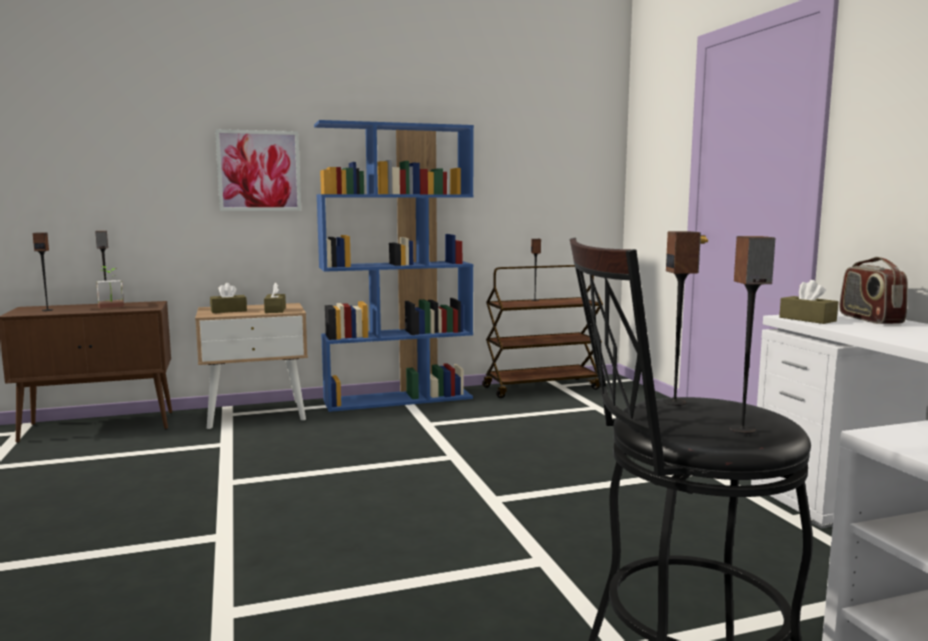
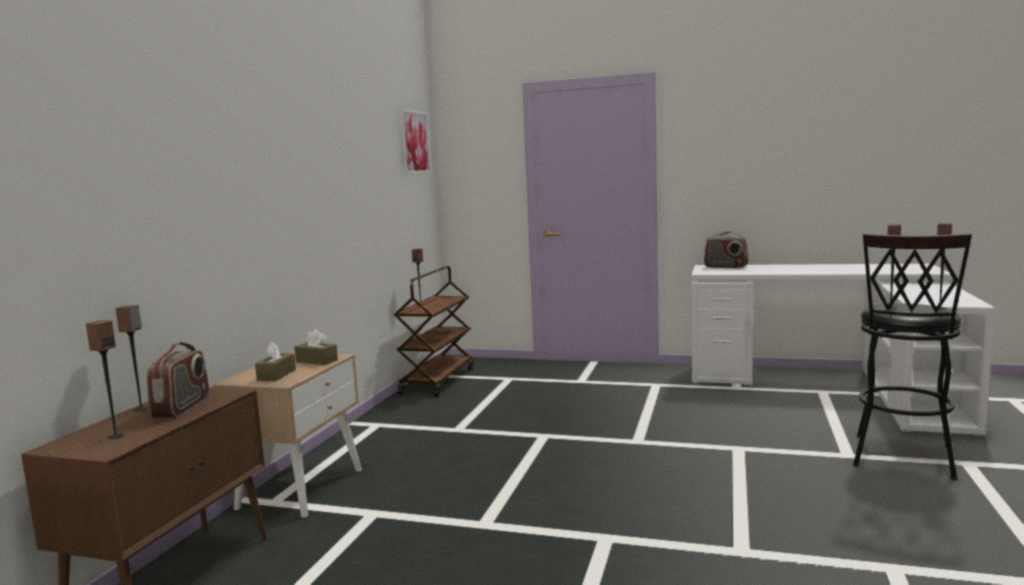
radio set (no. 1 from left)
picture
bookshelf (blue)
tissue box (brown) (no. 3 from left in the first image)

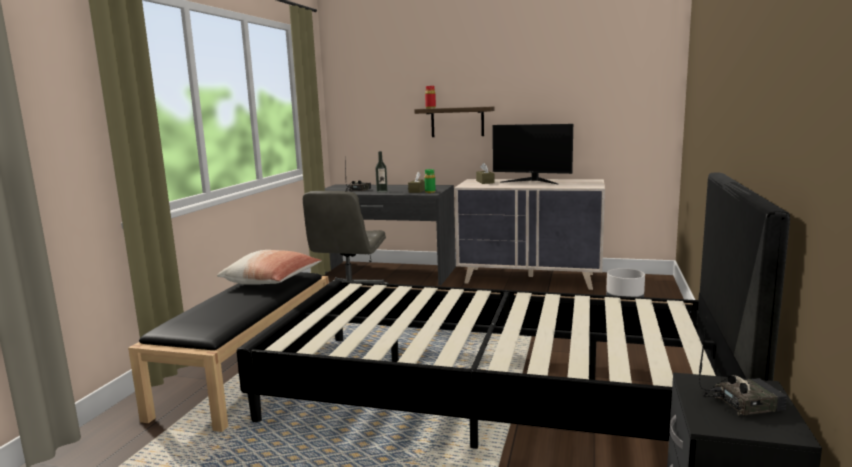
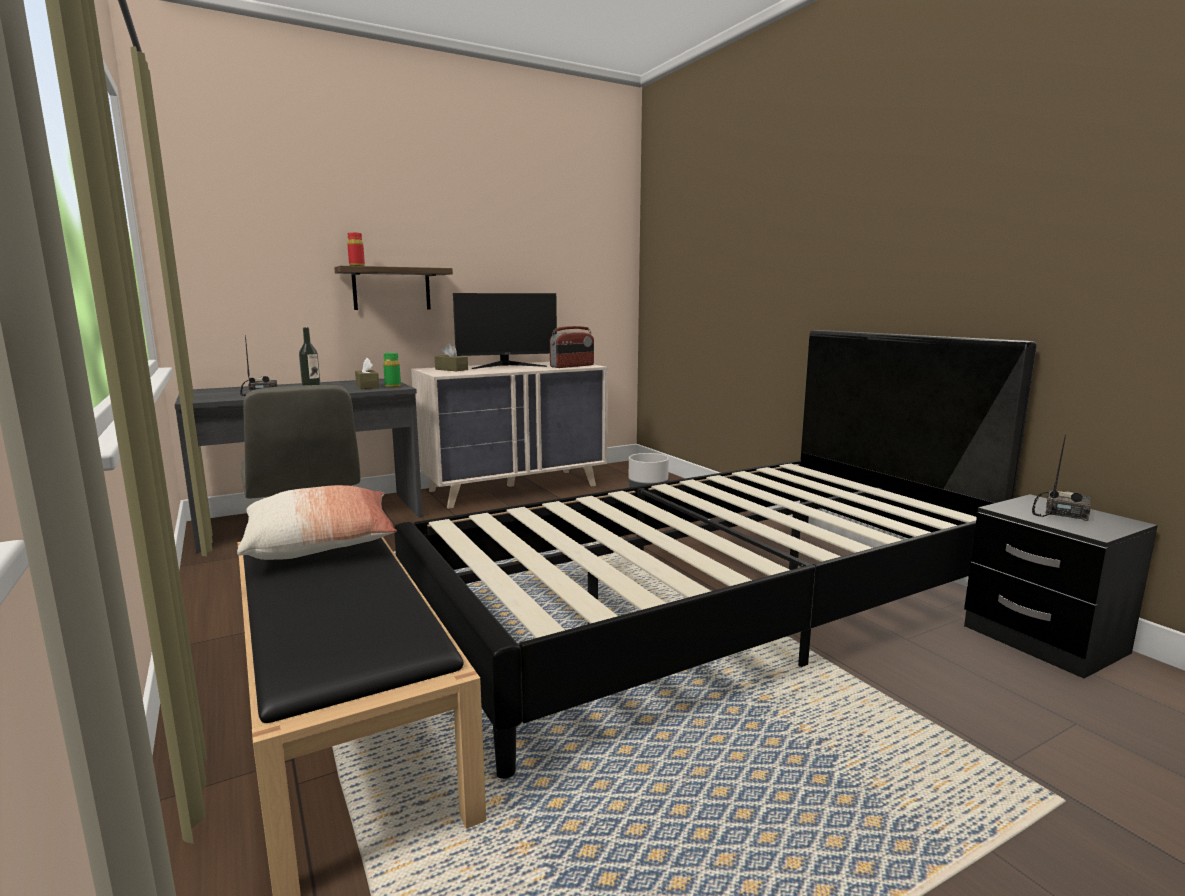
radio set (no. 2 from left)

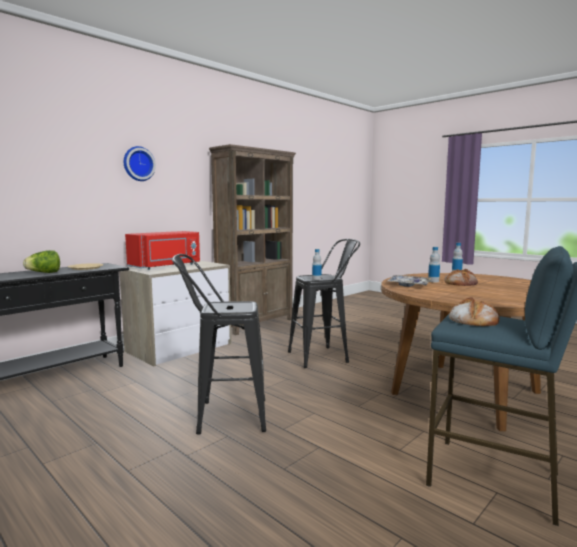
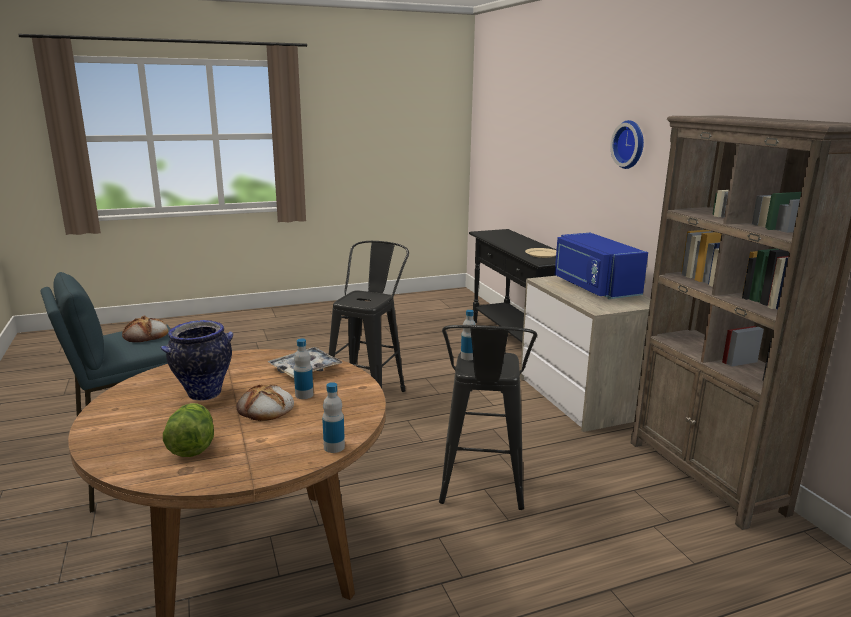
flower vase
head of lettuce
kitchen microwave (blue)

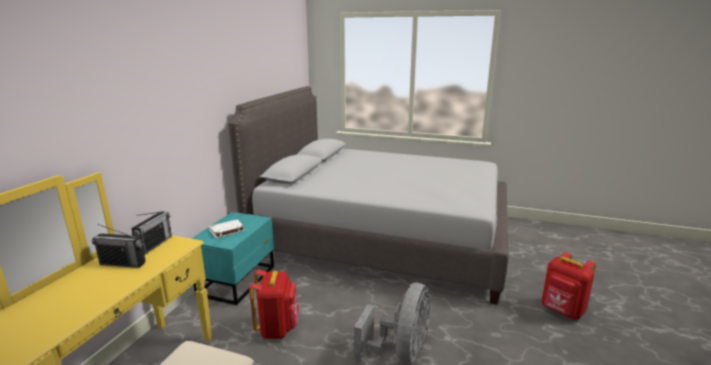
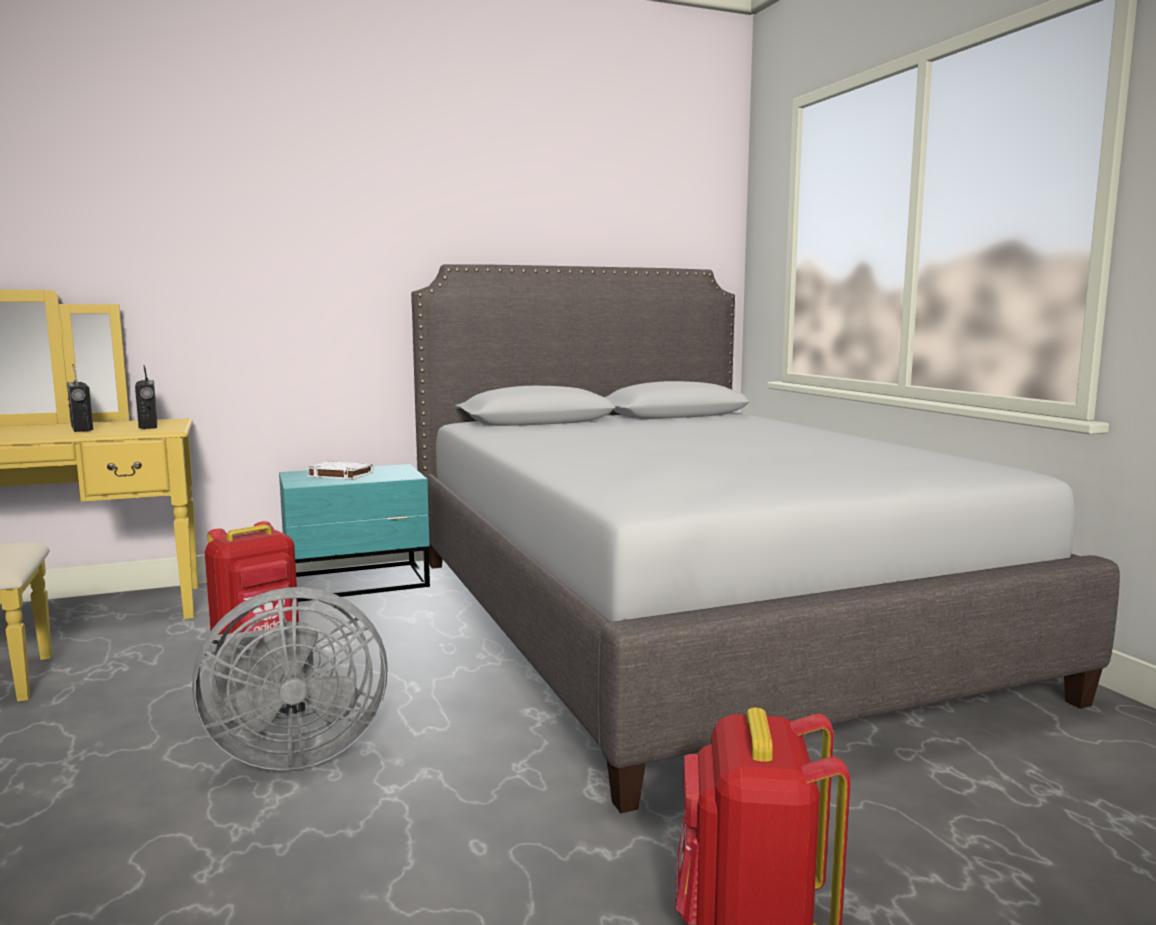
radio set (no. 2 from left)

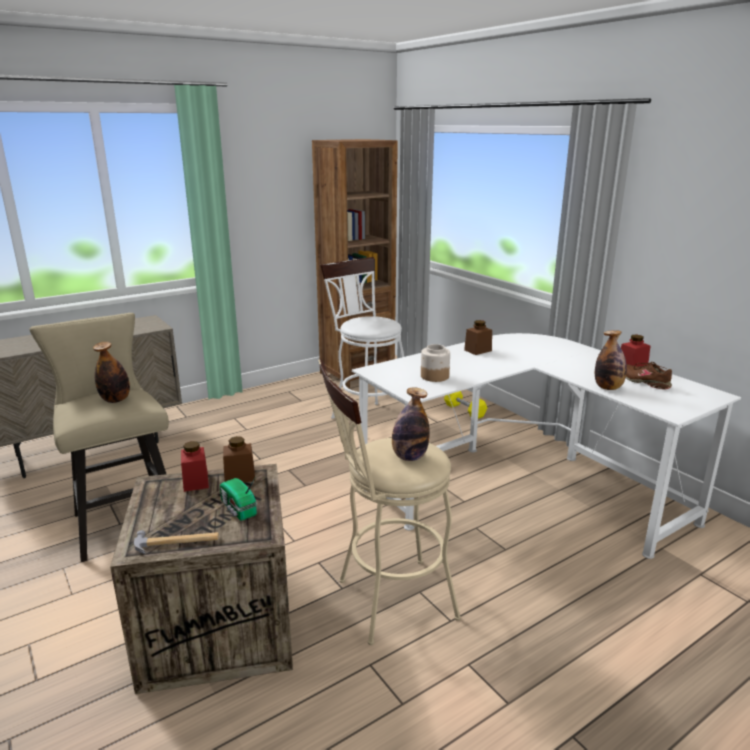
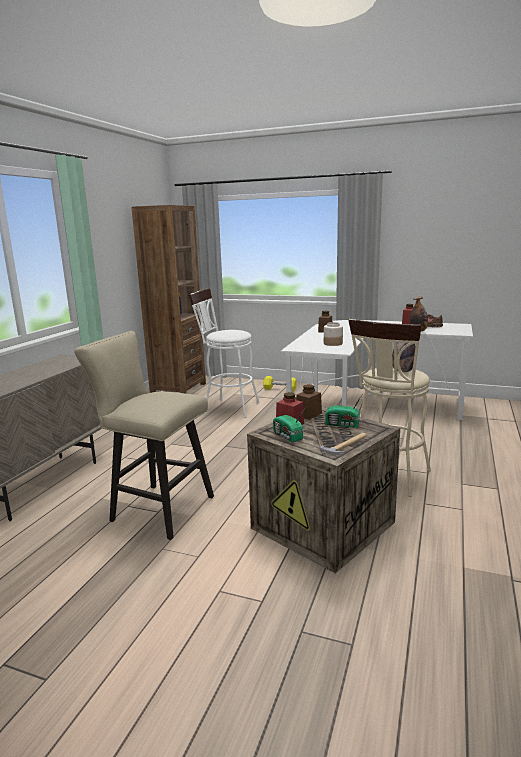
radio set (no. 1 from left)
beverage bottle (no. 1 from left in the first image)

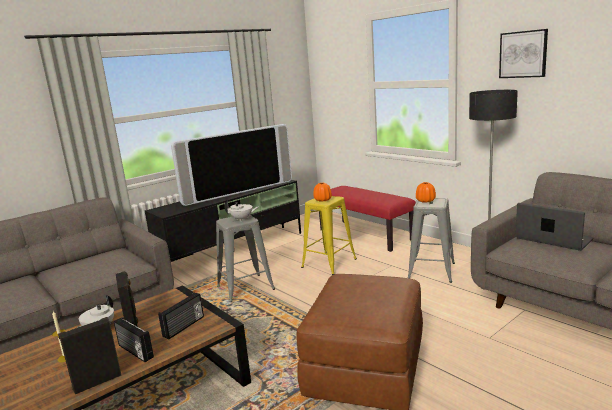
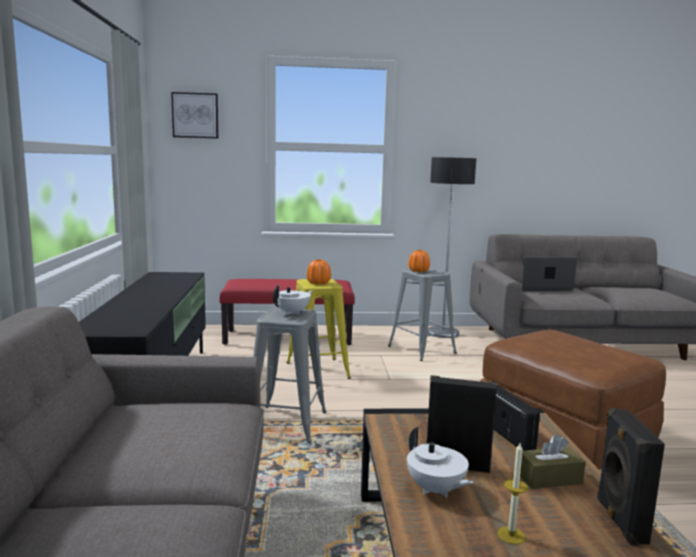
picture
tissue box (brown)
TV

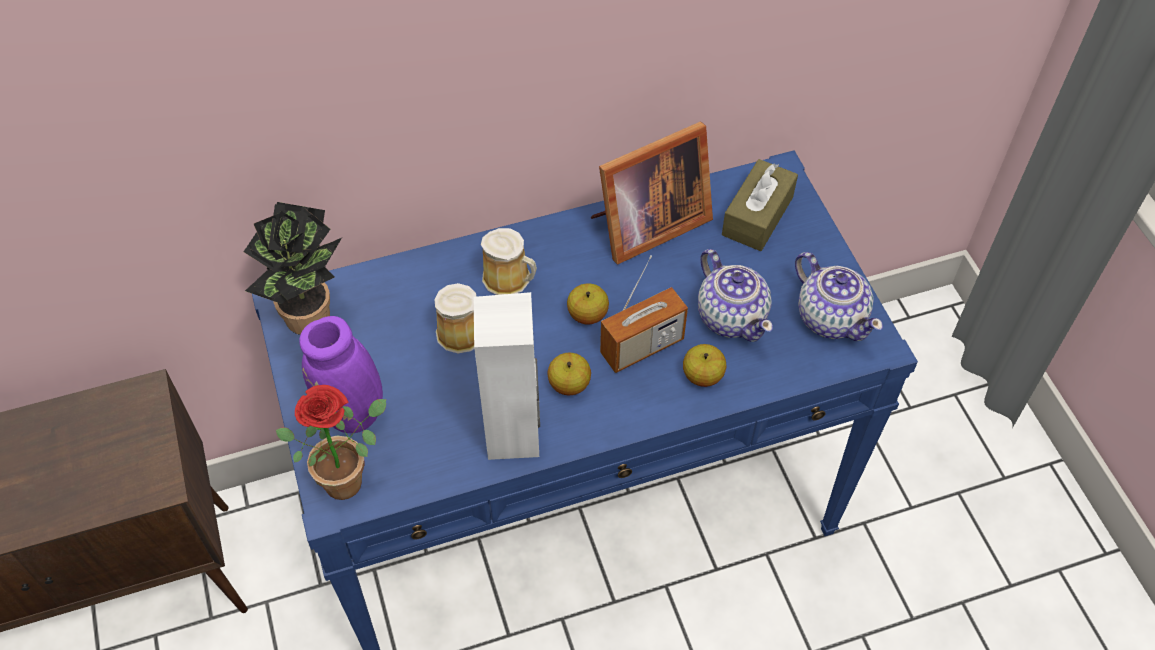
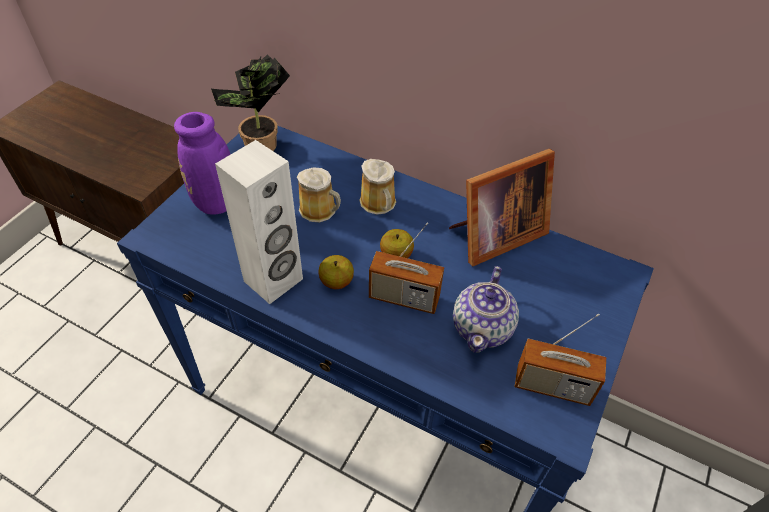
standing frame
radio set (no. 2 from left)
houseplant (no. 2 from left in the first image)
apple fruit (no. 3 from left in the first image)
tissue box (brown)

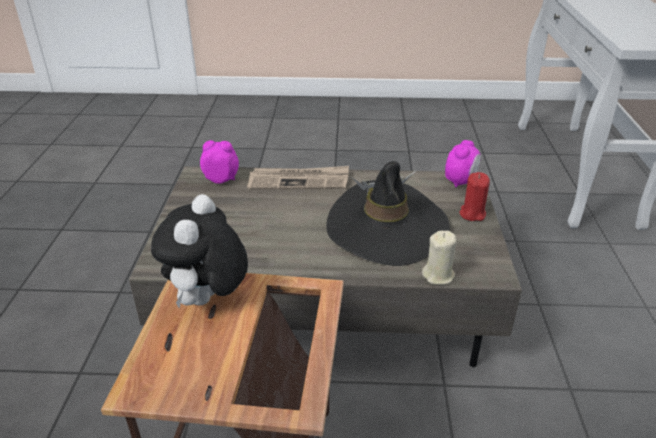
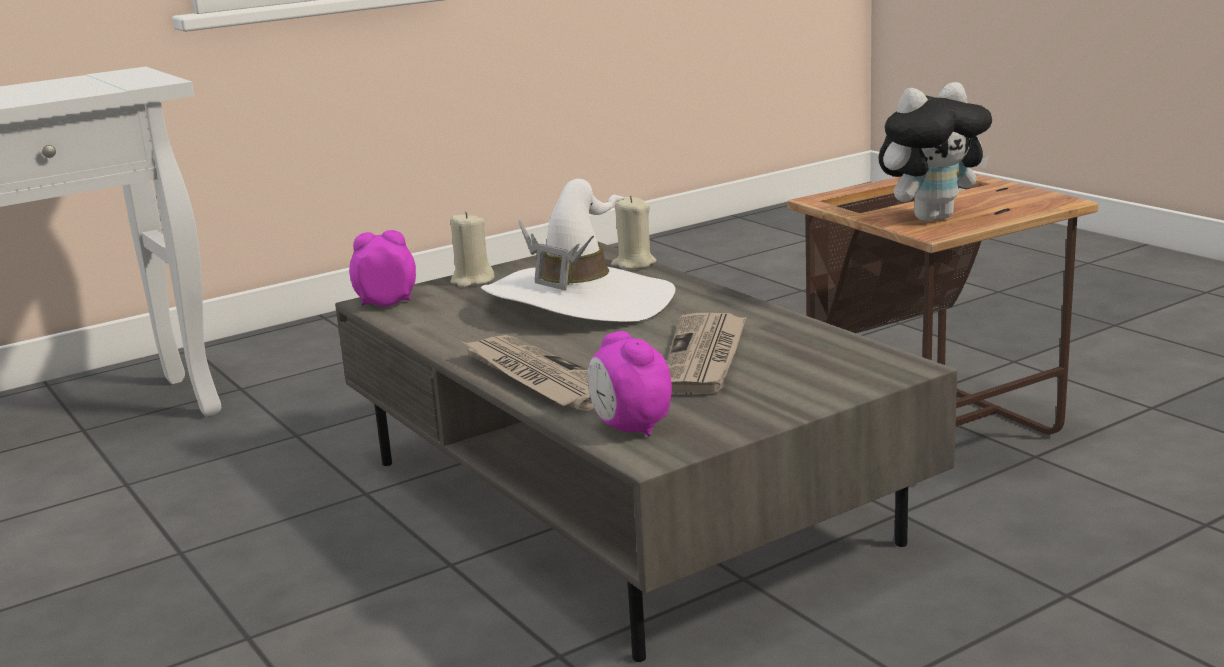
wax candle (beige-coloured) (no. 1 from left)
hat (whitish)
printed paper (no. 2 from left)

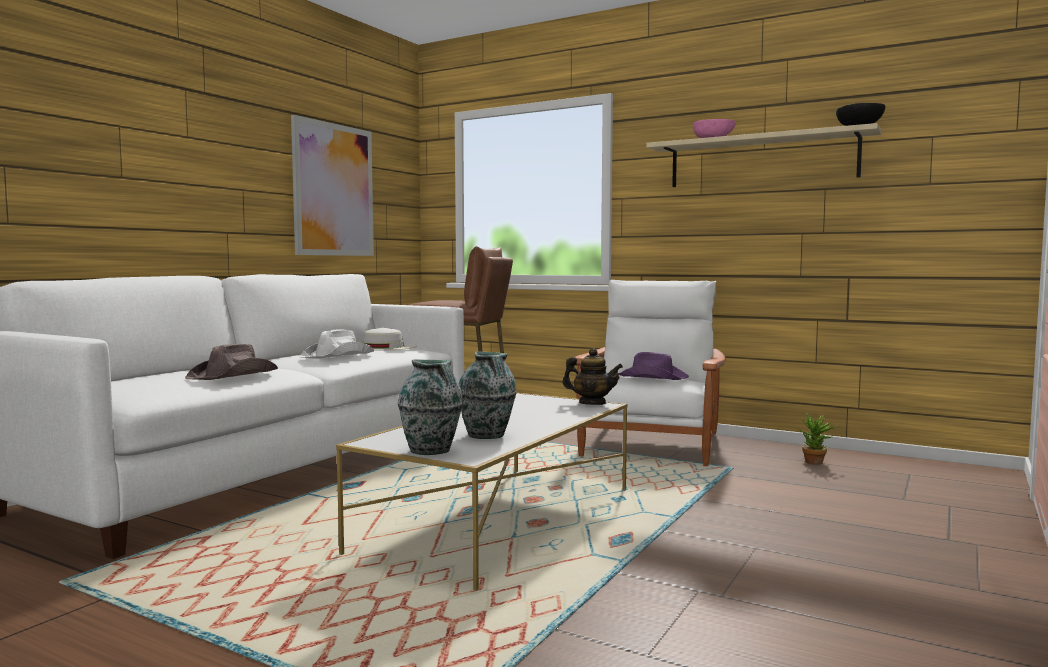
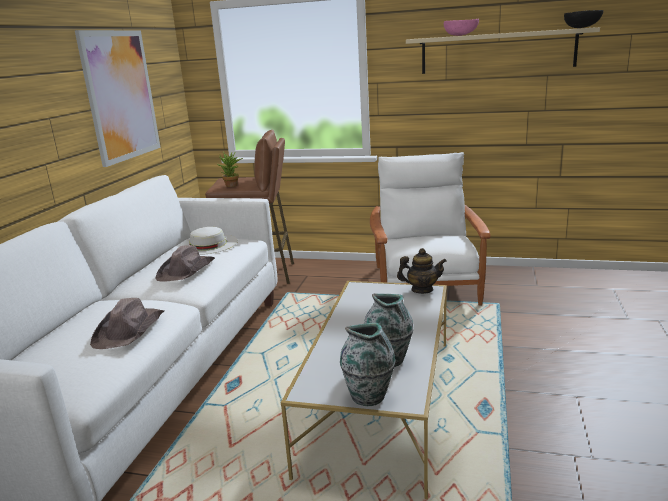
hat (brown) (no. 2 from left)
houseplant
hat (purple)

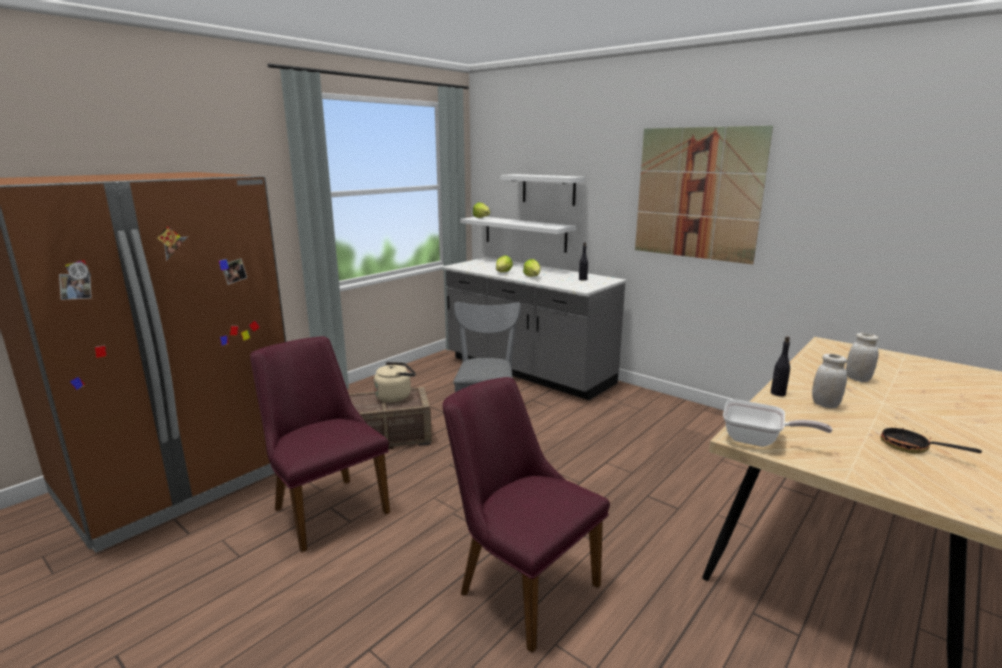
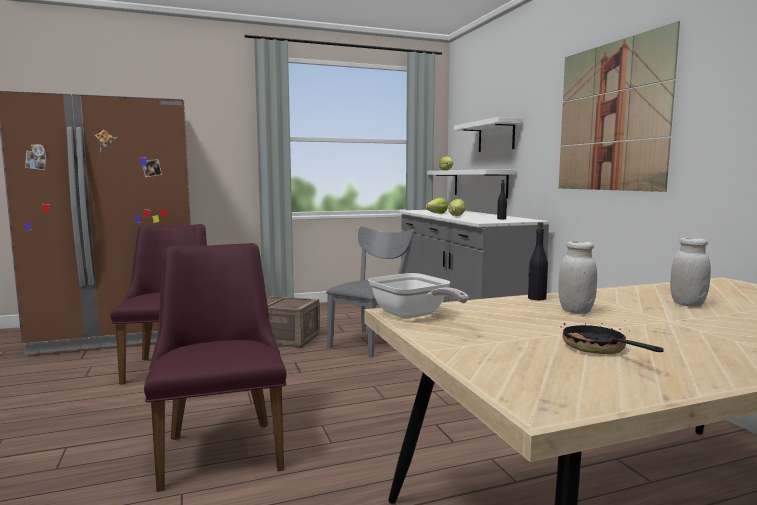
water kettle (beige-coloured)

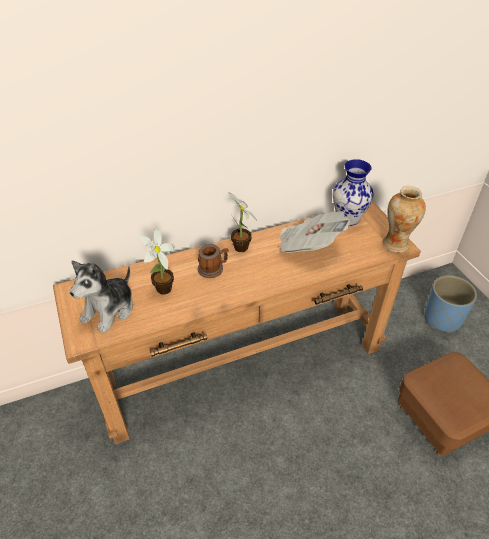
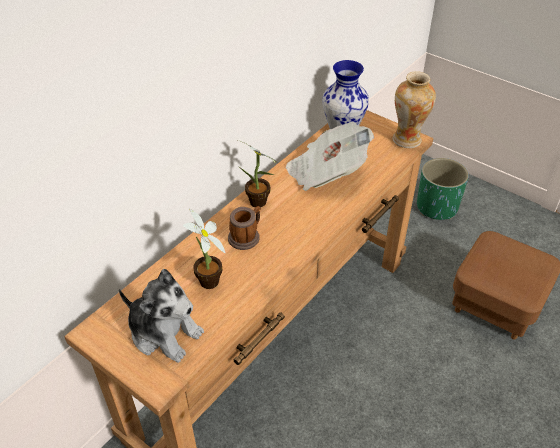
cuddly toy
planter (green)

